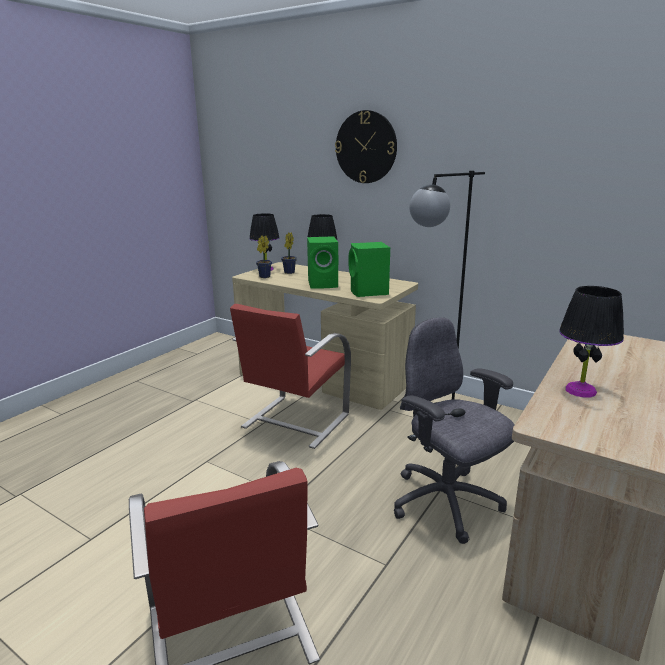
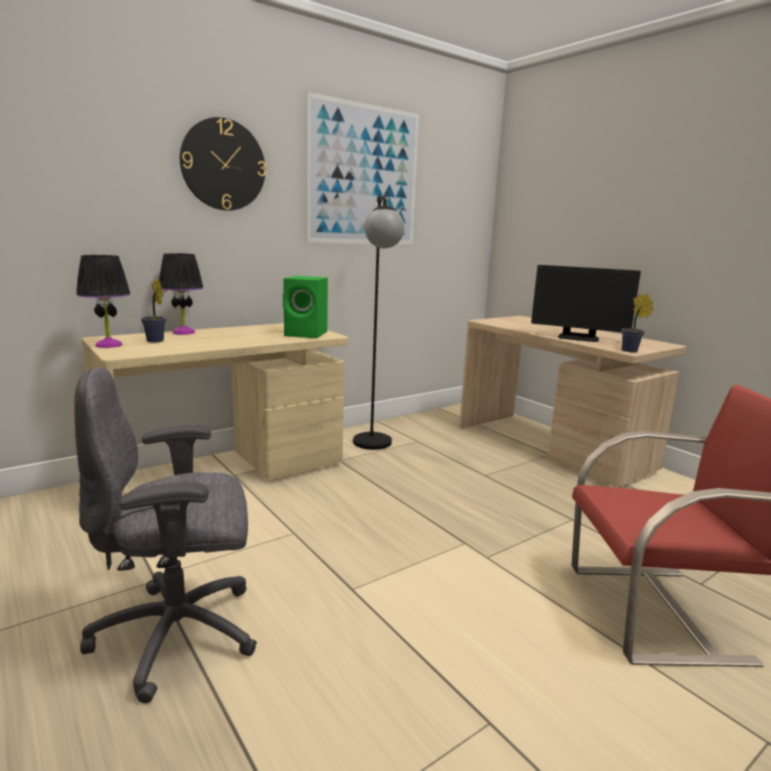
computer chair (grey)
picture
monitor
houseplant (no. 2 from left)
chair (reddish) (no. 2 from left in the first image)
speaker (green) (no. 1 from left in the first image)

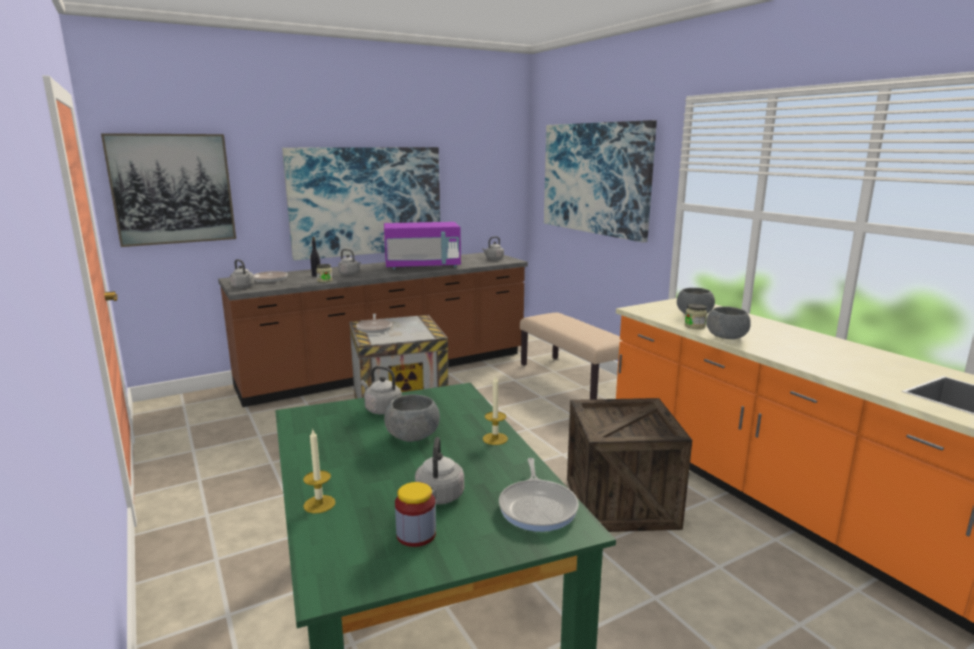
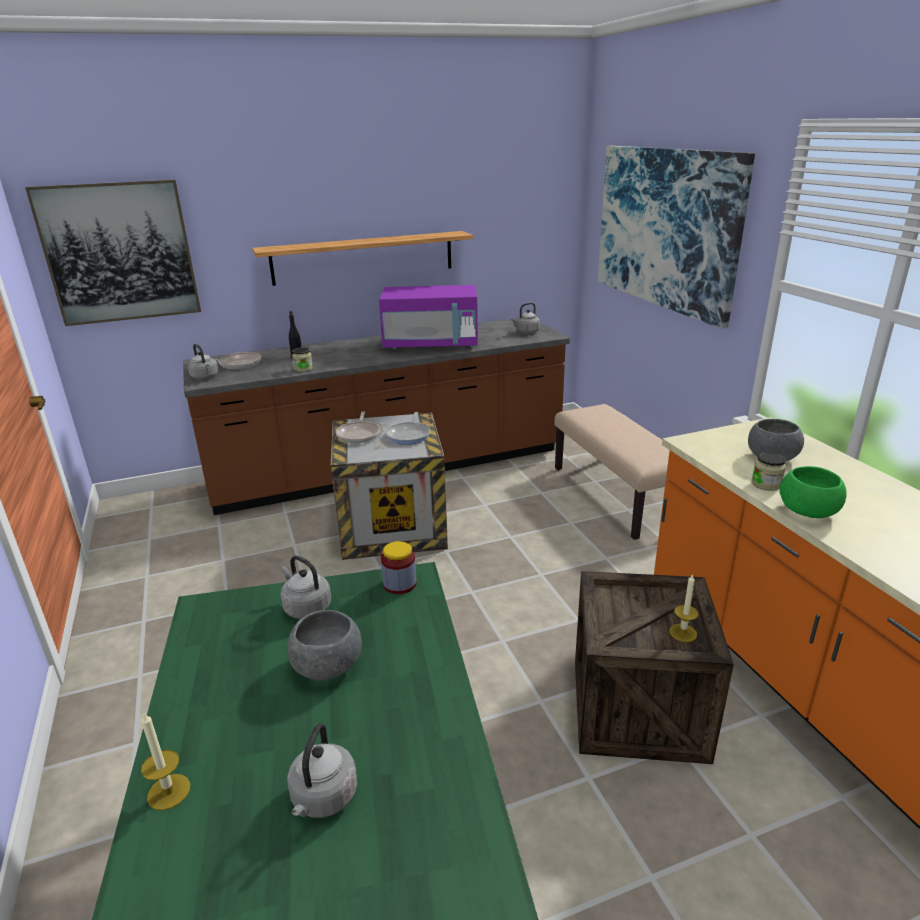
bracket shelf
storage jar (no. 2 from left)
skillet (no. 3 from left)
wax candle (no. 2 from left)
deep dish (green)
water kettle (grey) (no. 2 from left in the first image)

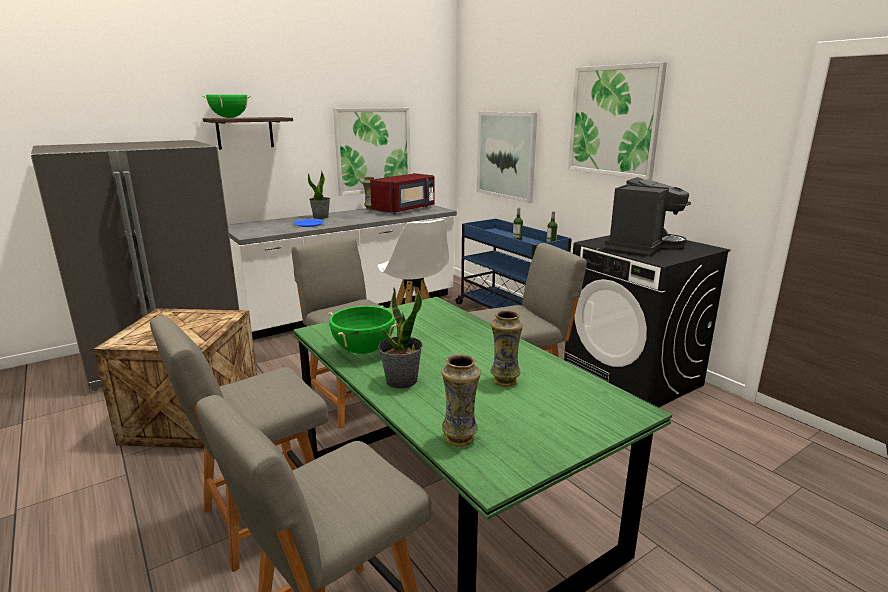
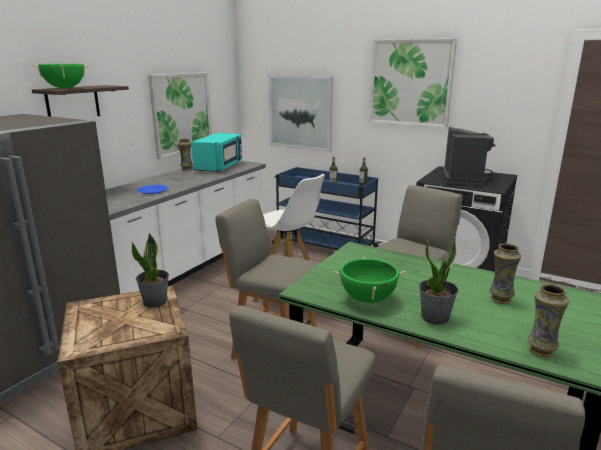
houseplant (no. 1 from left)
kitchen microwave (turquoise-coloured)

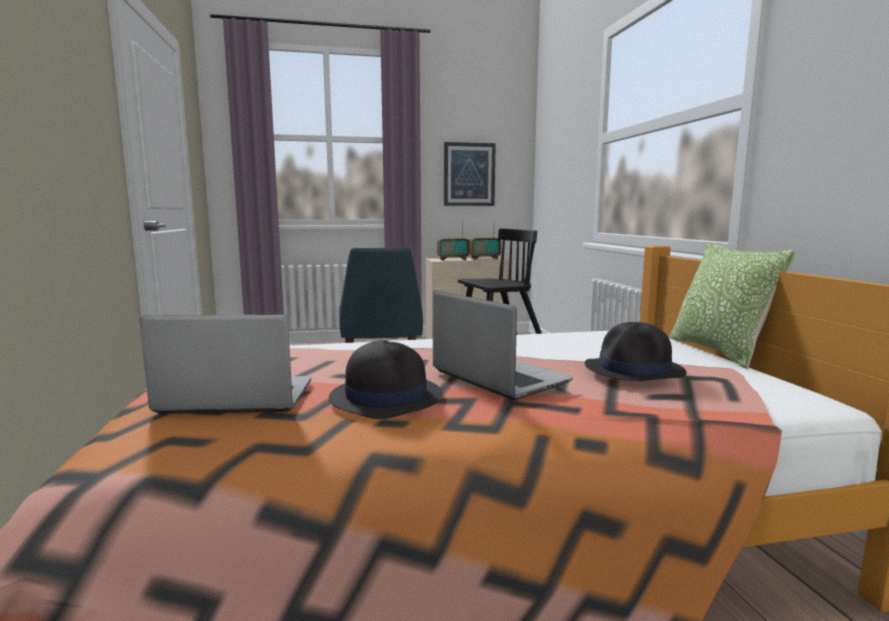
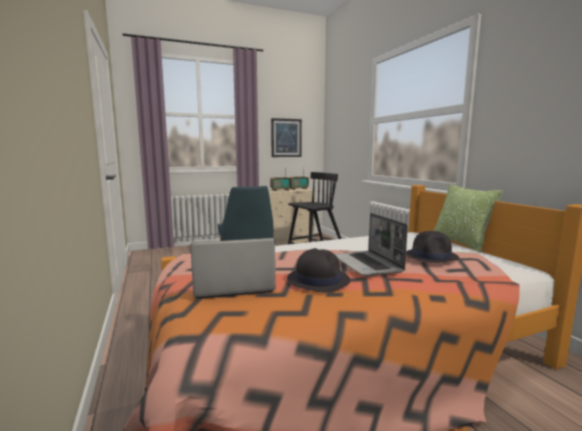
notebook computer (no. 2 from left)

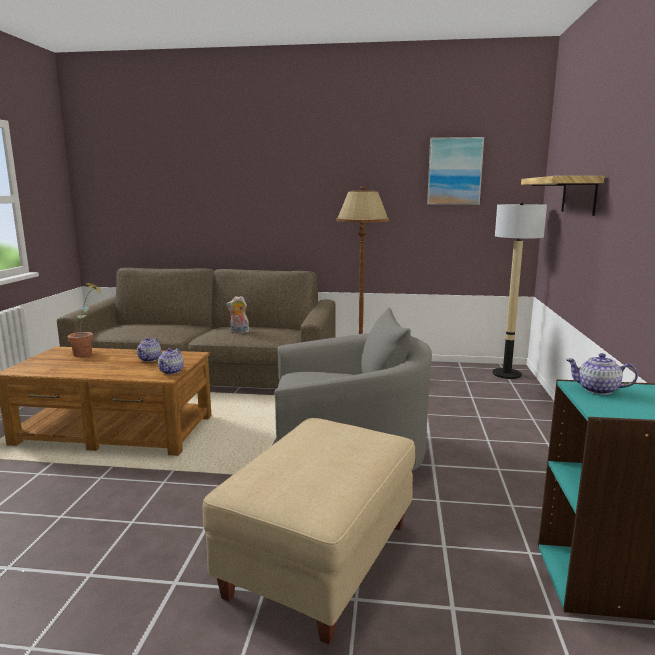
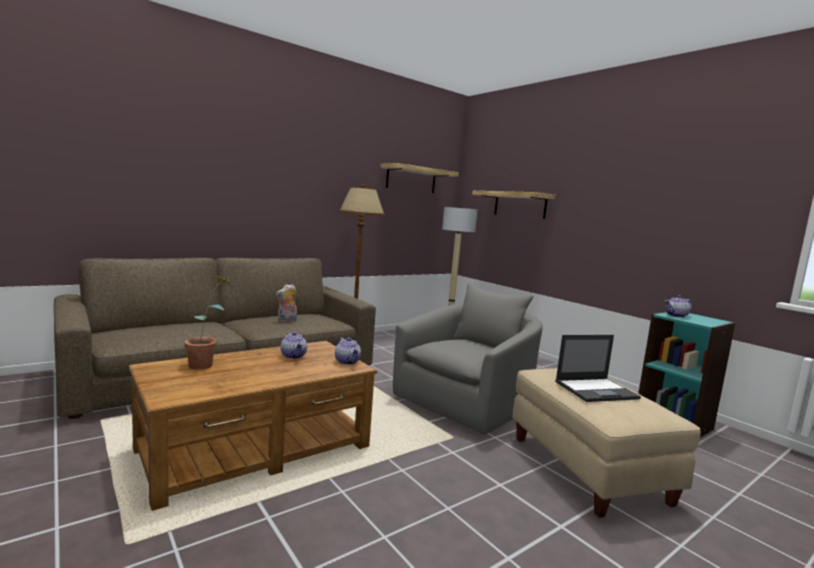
bracket shelf (no. 1 from left)
notebook computer

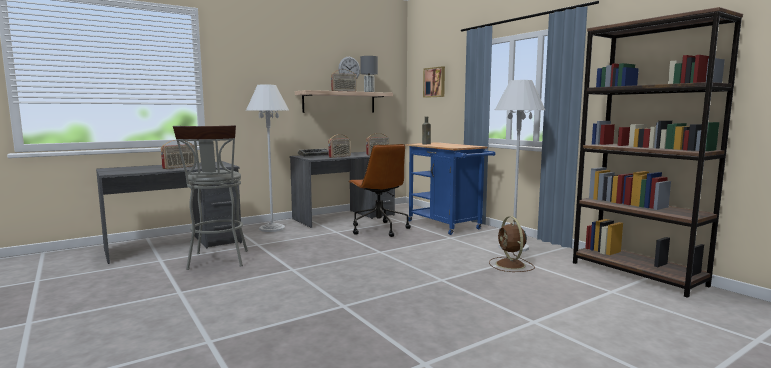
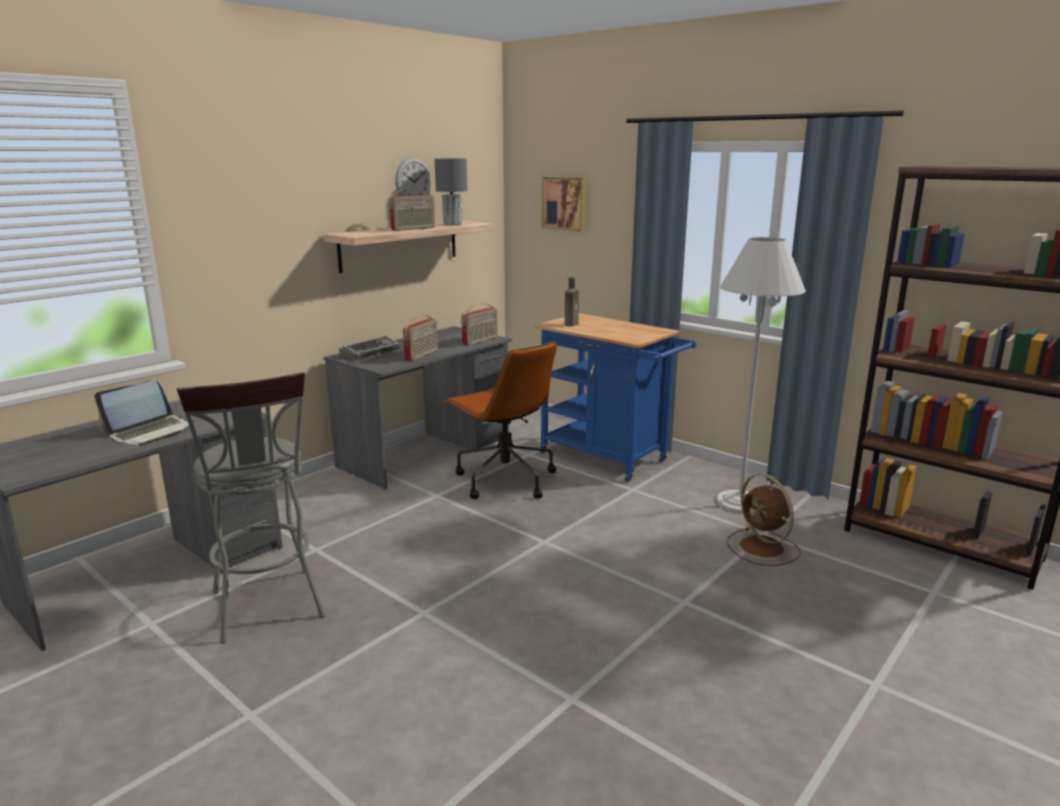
notebook computer
standing lamp (whitish) (no. 1 from left in the first image)

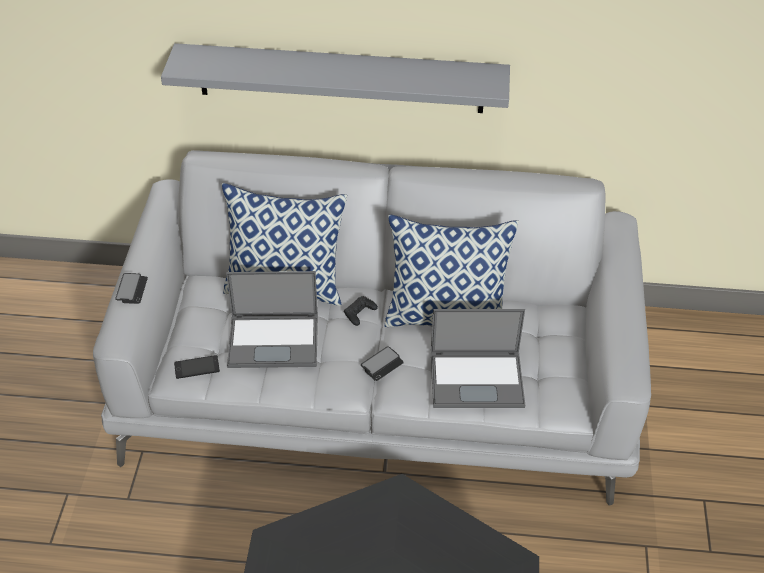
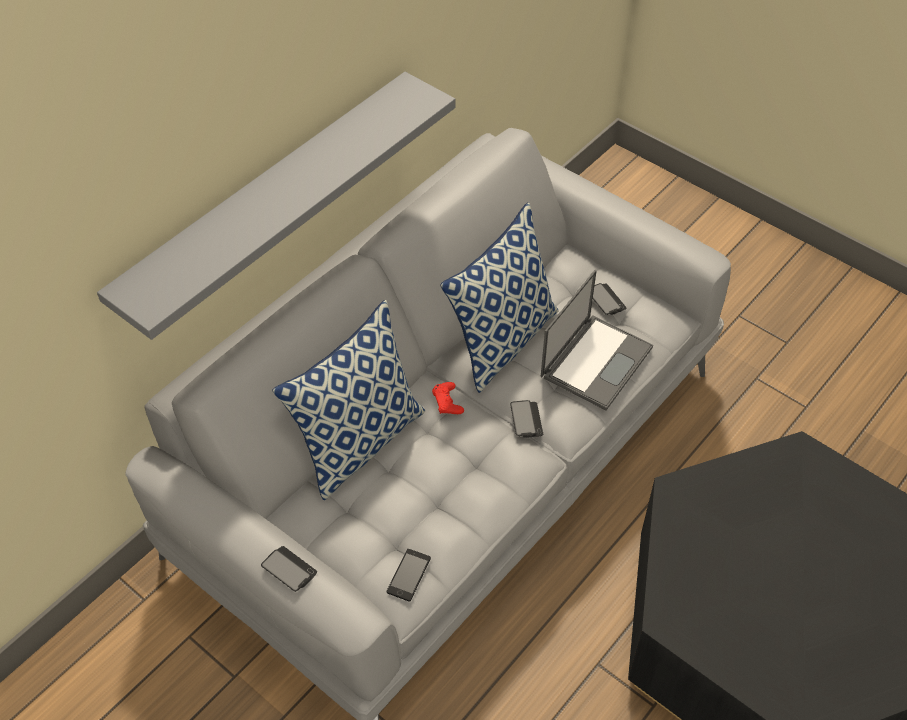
gamepad (reddish)
telephone (no. 4 from left)
notebook computer (no. 1 from left in the first image)

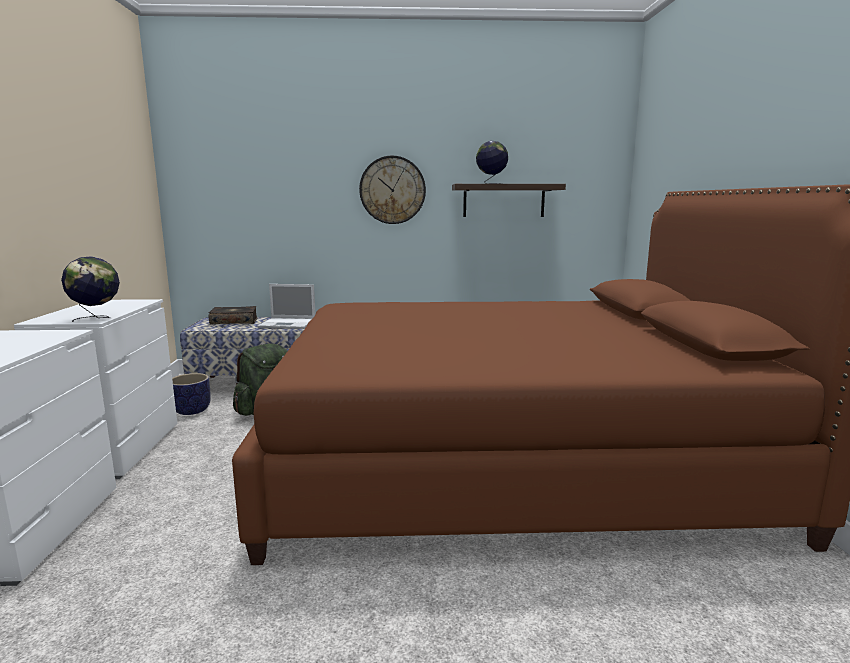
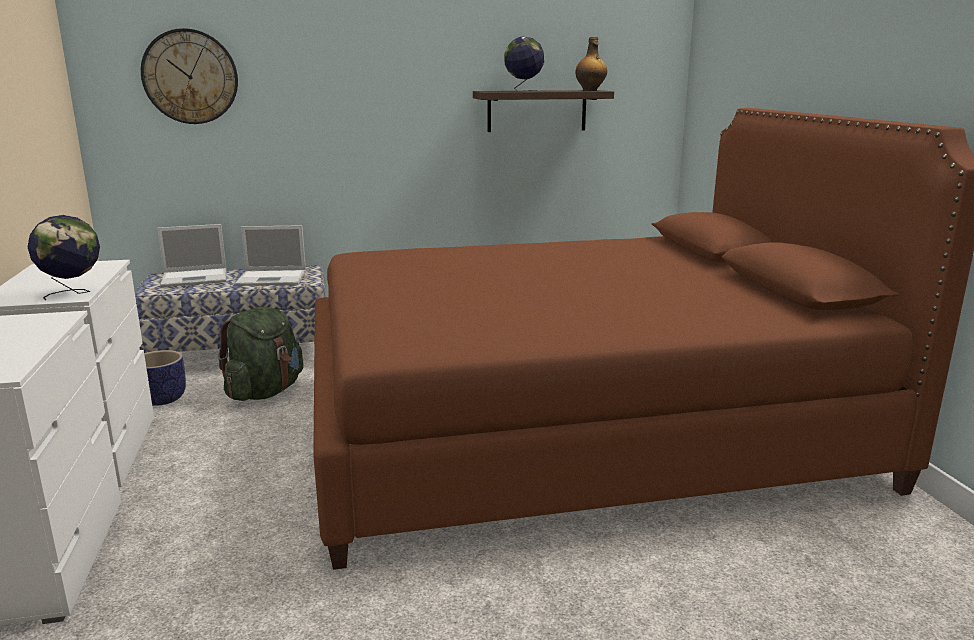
hanging clock
notebook computer (no. 1 from left)
beverage bottle

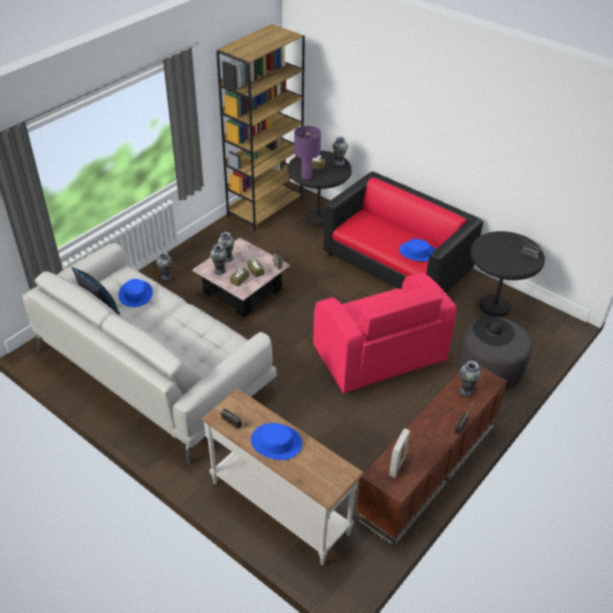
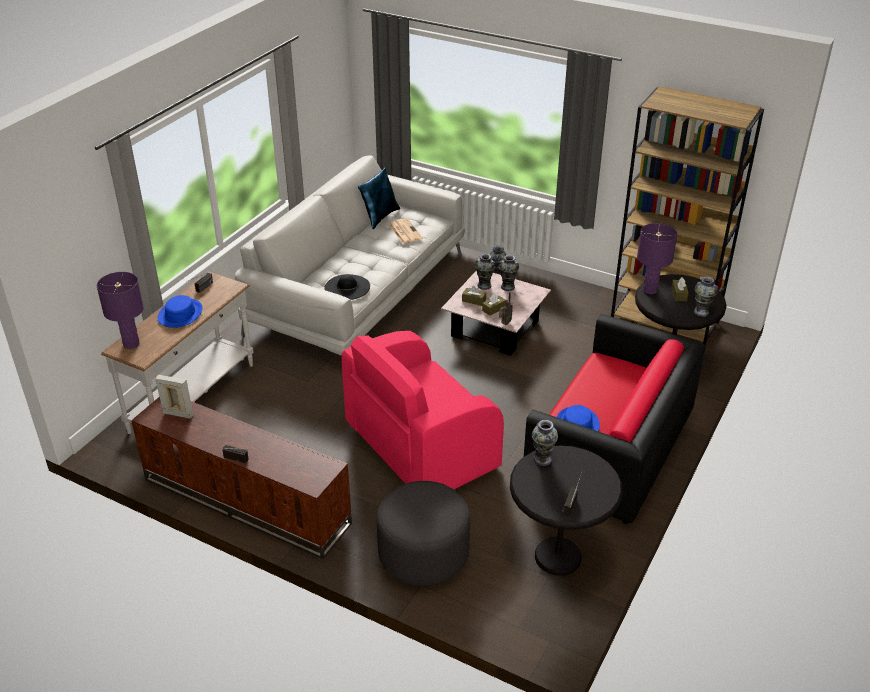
table lamp (purple) (no. 1 from left)
hat (black-coloured)
printed paper
flower vase (no. 4 from left)

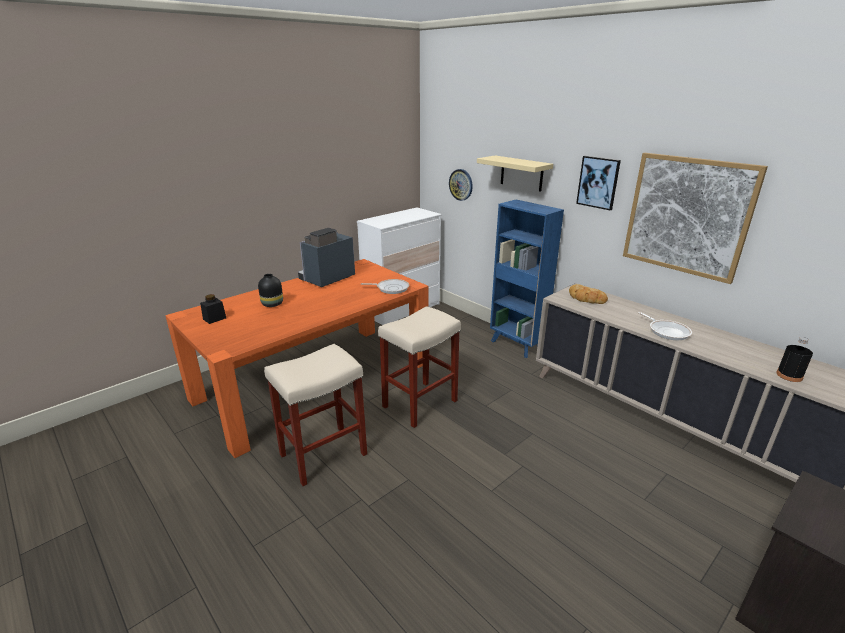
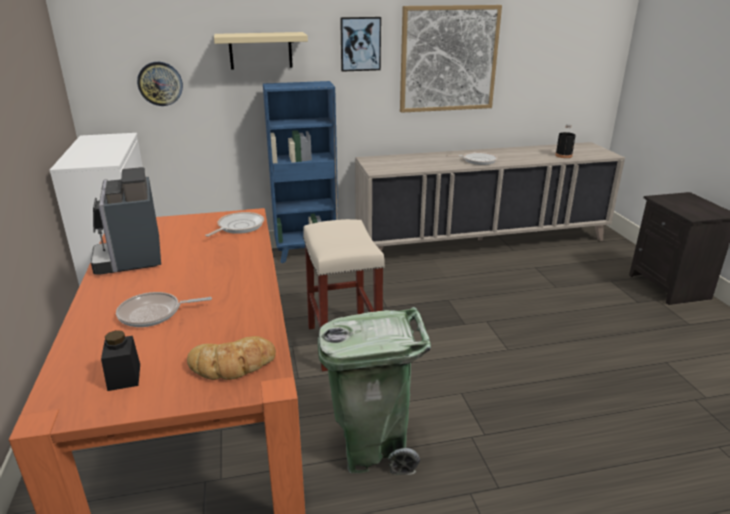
skillet (no. 1 from left)
bakery bread
trash can (green)

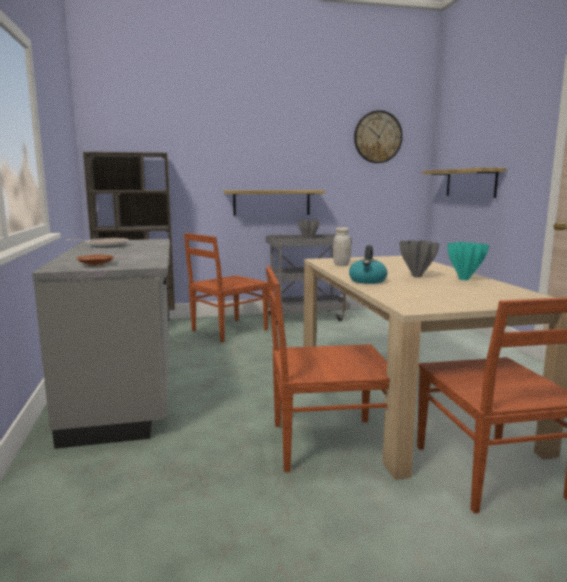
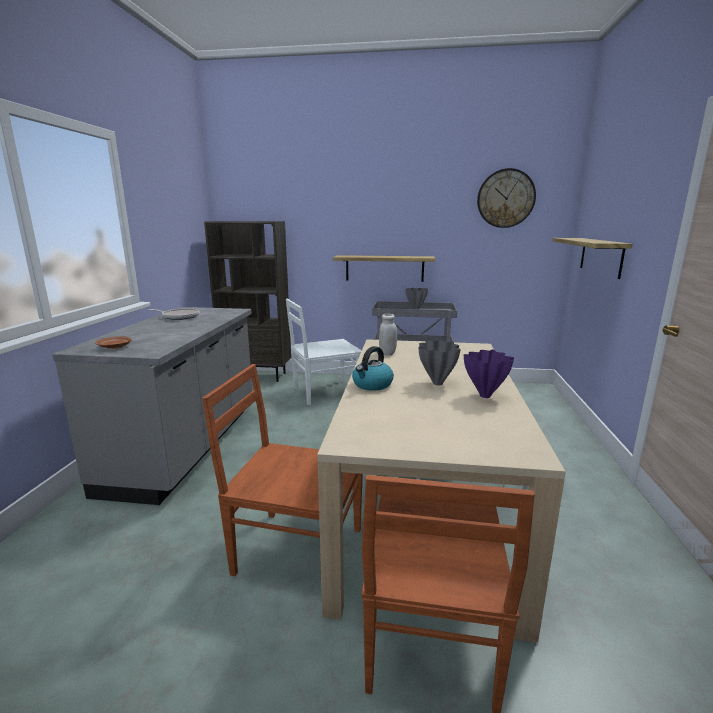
chair (whitish)
flower vase (purple)

